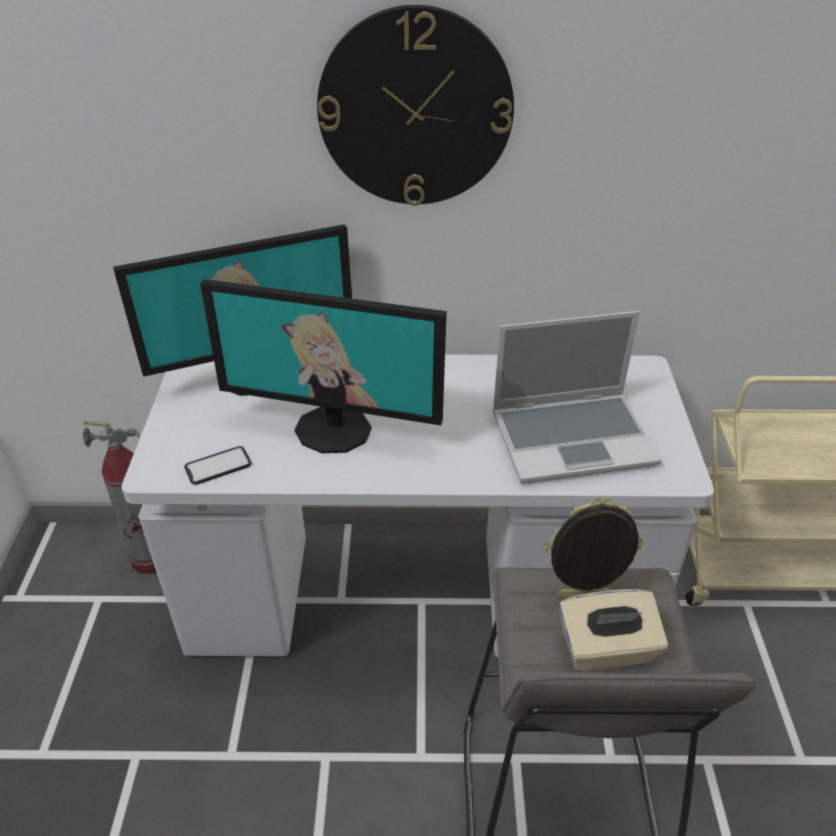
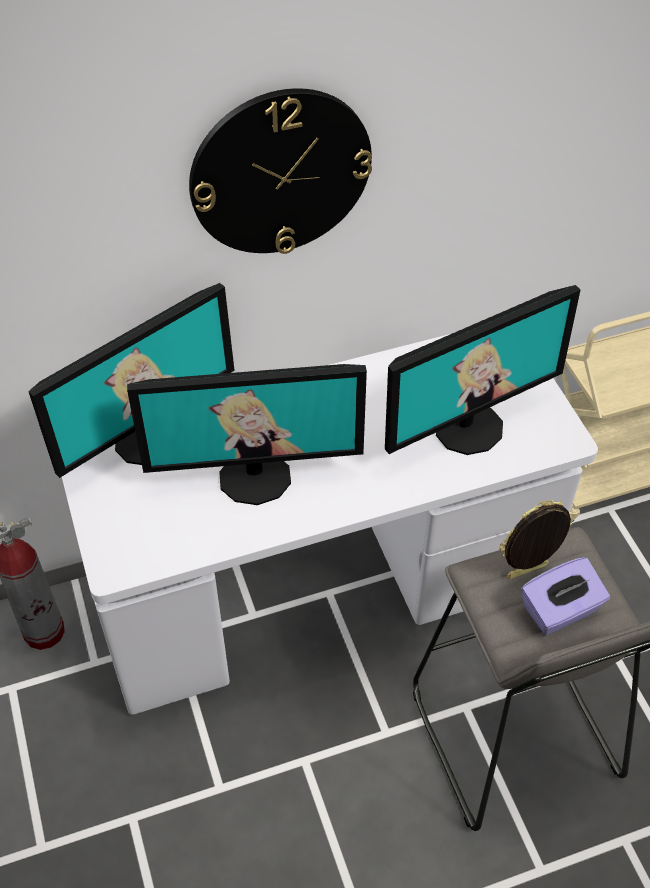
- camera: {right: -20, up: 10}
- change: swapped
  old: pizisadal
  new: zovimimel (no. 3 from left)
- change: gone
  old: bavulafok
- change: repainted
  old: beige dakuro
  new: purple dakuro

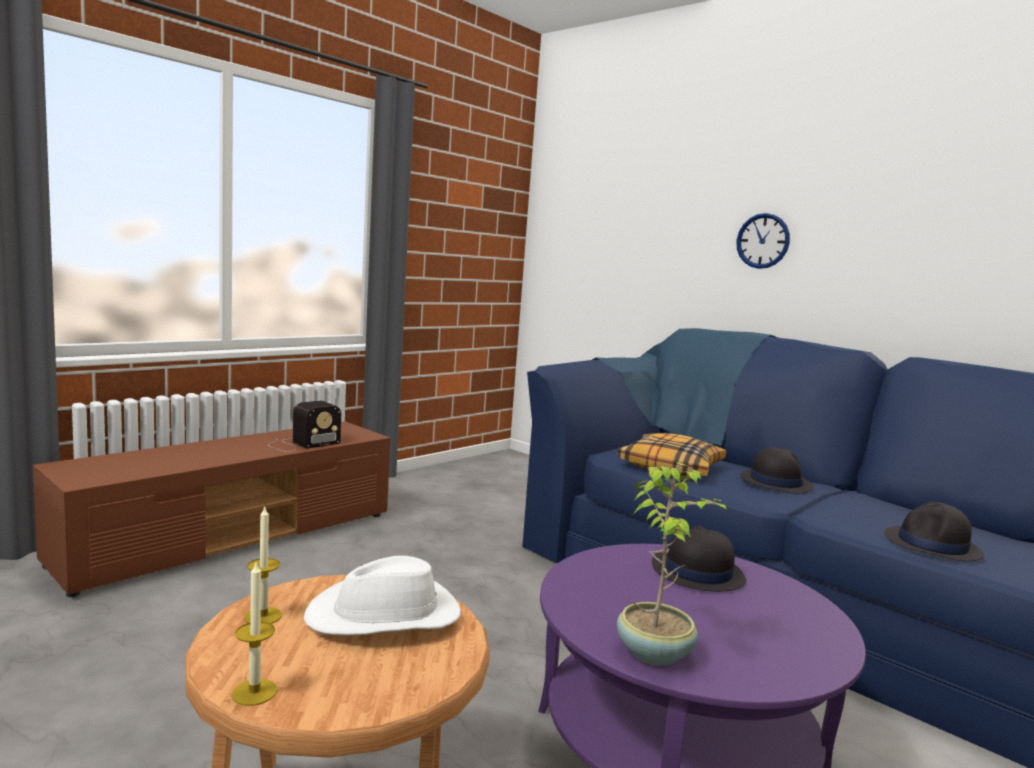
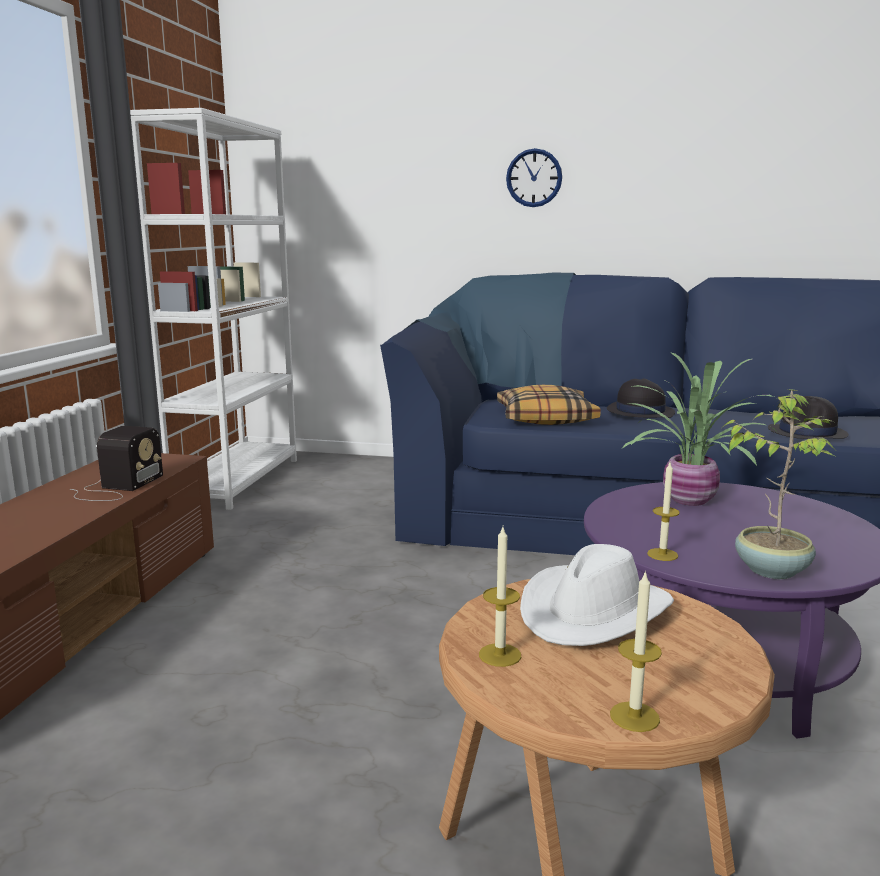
- camera: {right: -30, up: 5}
- change: swapped
  old: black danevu (no. 1 from left)
  new: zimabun (no. 1 from left)
- change: new
  new: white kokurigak
- change: new
  new: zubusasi (no. 3 from left)

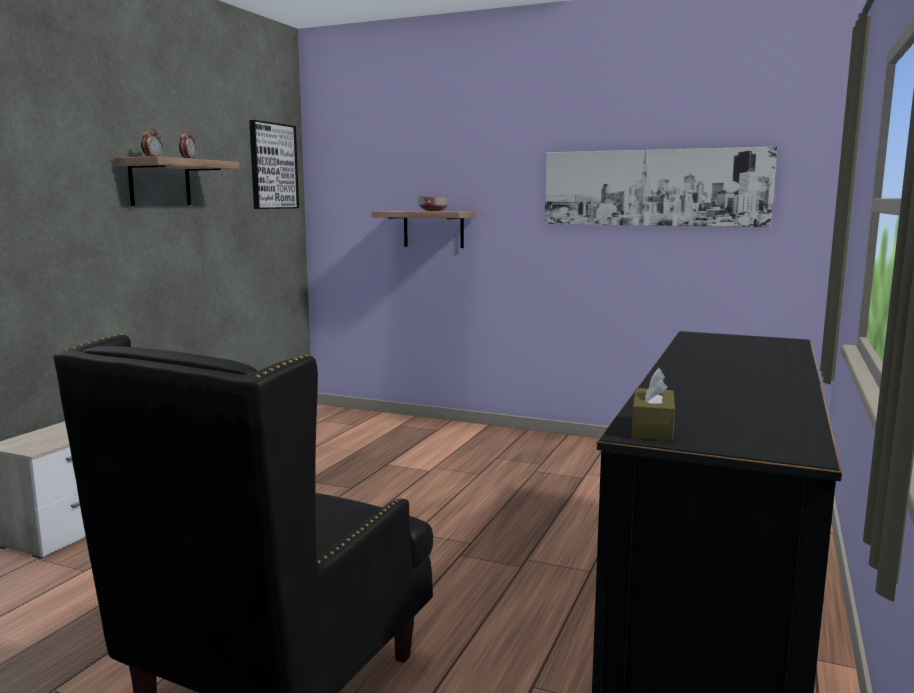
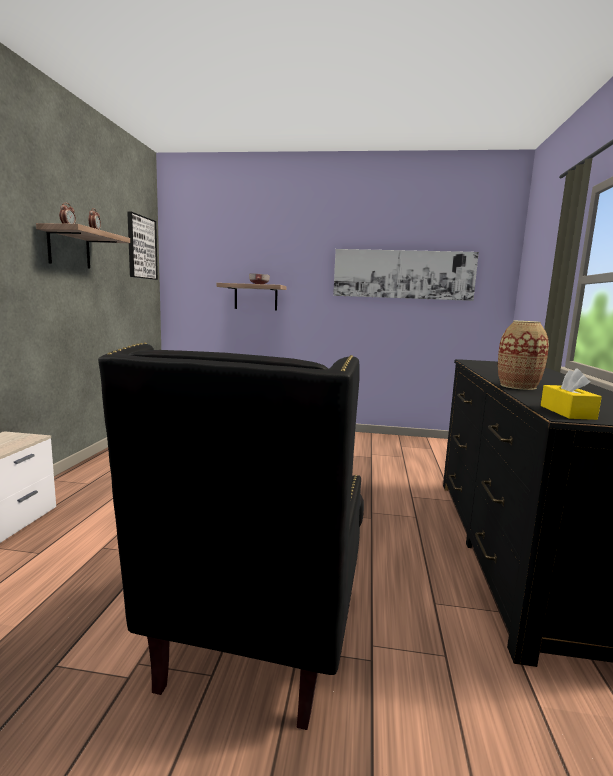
- camera: {right: -15, up: 0}
- change: repainted
  old: brown dakuro
  new: yellow dakuro
- change: new
  new: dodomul

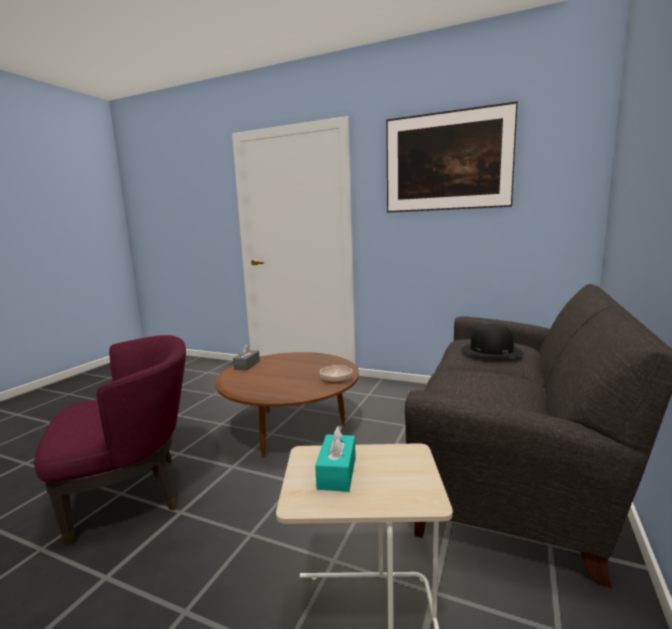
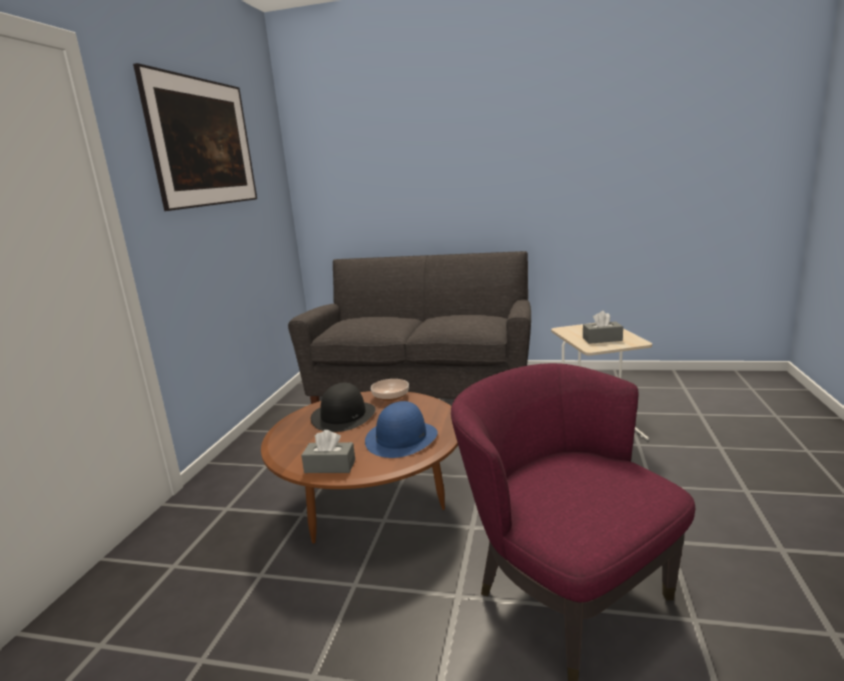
- camera: {right: -100, up: 5}
- change: shifted
  old: black danevu
- change: repainted
  old: turquoise dakuro
  new: grey dakuro (no. 2 from left)
- change: new
  new: blue danevu

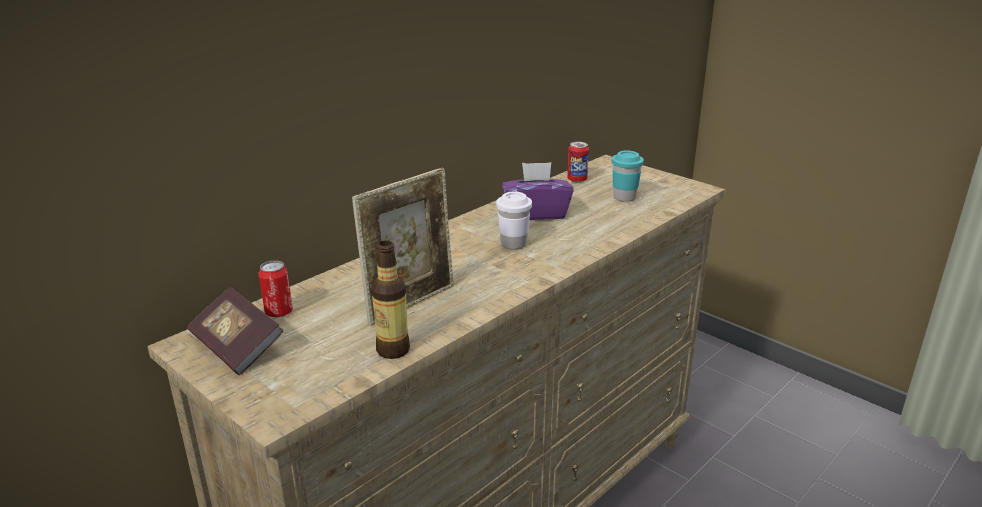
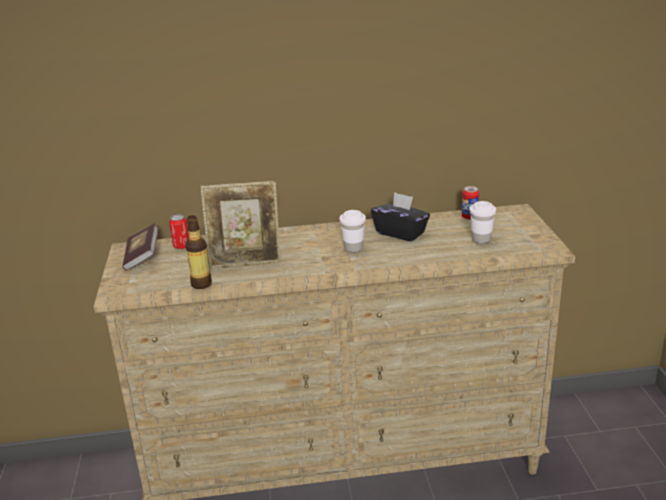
- camera: {right: 40, up: 0}
- change: repainted
  old: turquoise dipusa
  new: white dipusa (no. 2 from left)
- change: repainted
  old: purple dakuro
  new: black dakuro

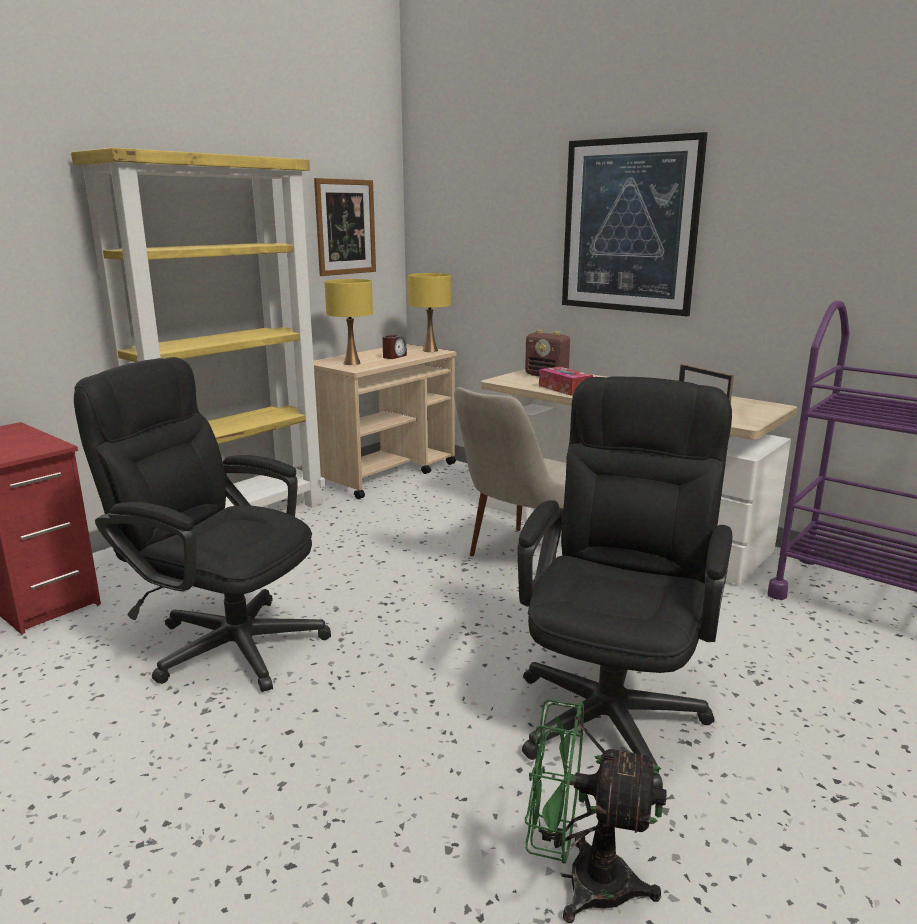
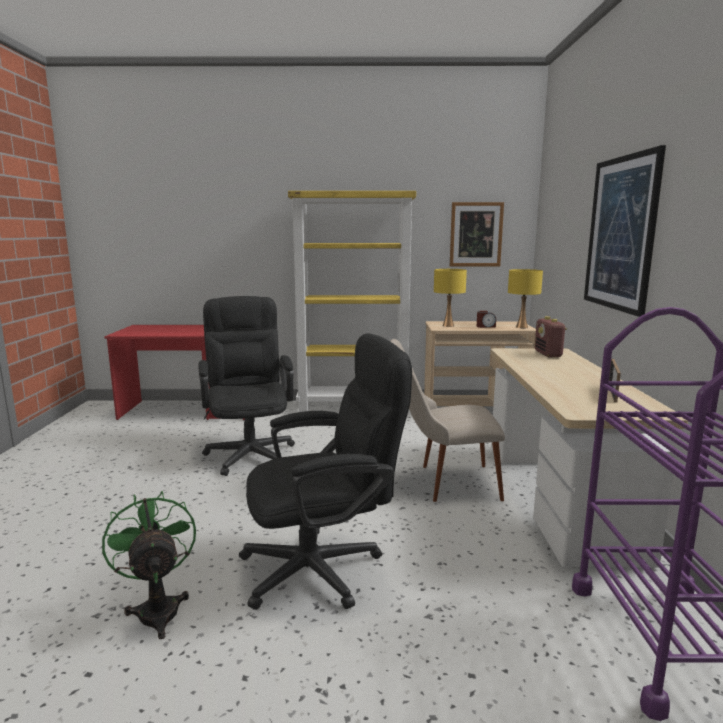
- camera: {right: 50, up: -5}
- change: gone
  old: dakuro

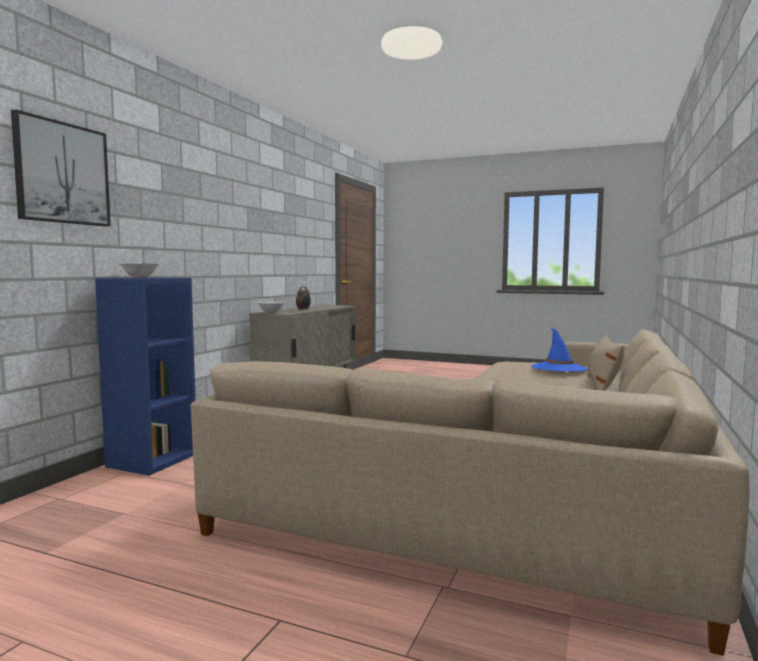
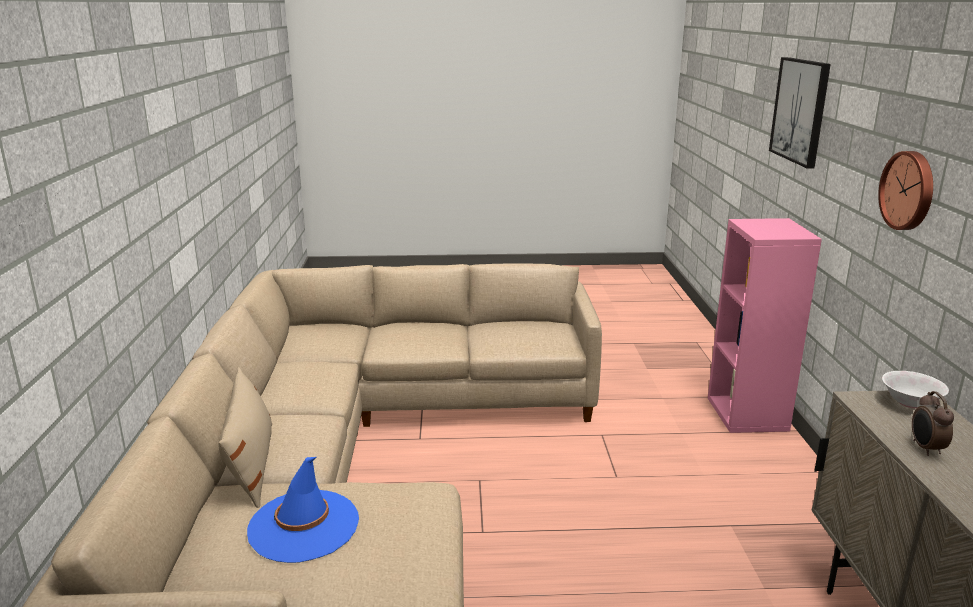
- camera: {right: 155, up: 15}
- change: gone
  old: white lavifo (no. 1 from left)
- change: repainted
  old: blue kokurigak
  new: pink kokurigak
- change: new
  new: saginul

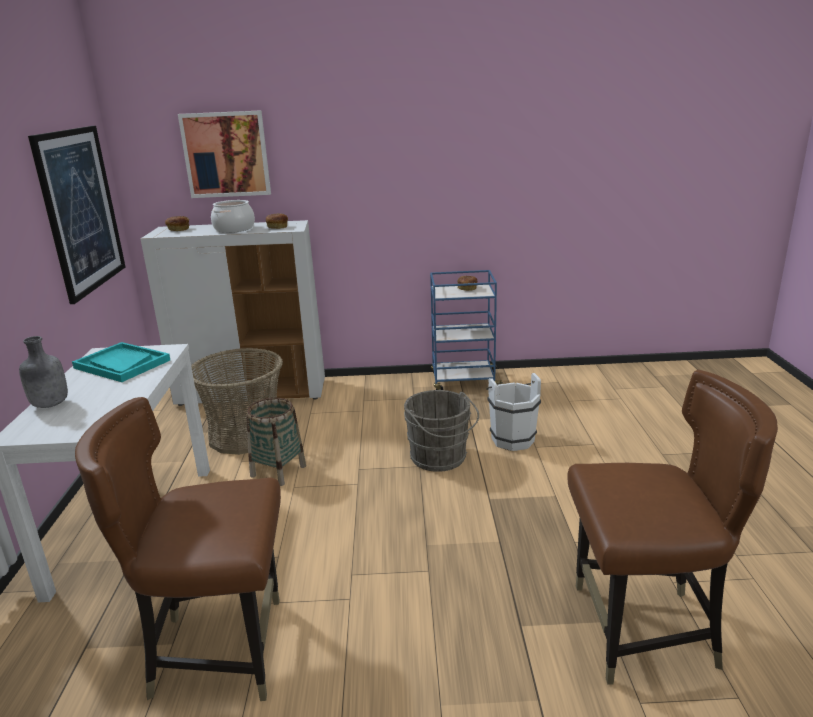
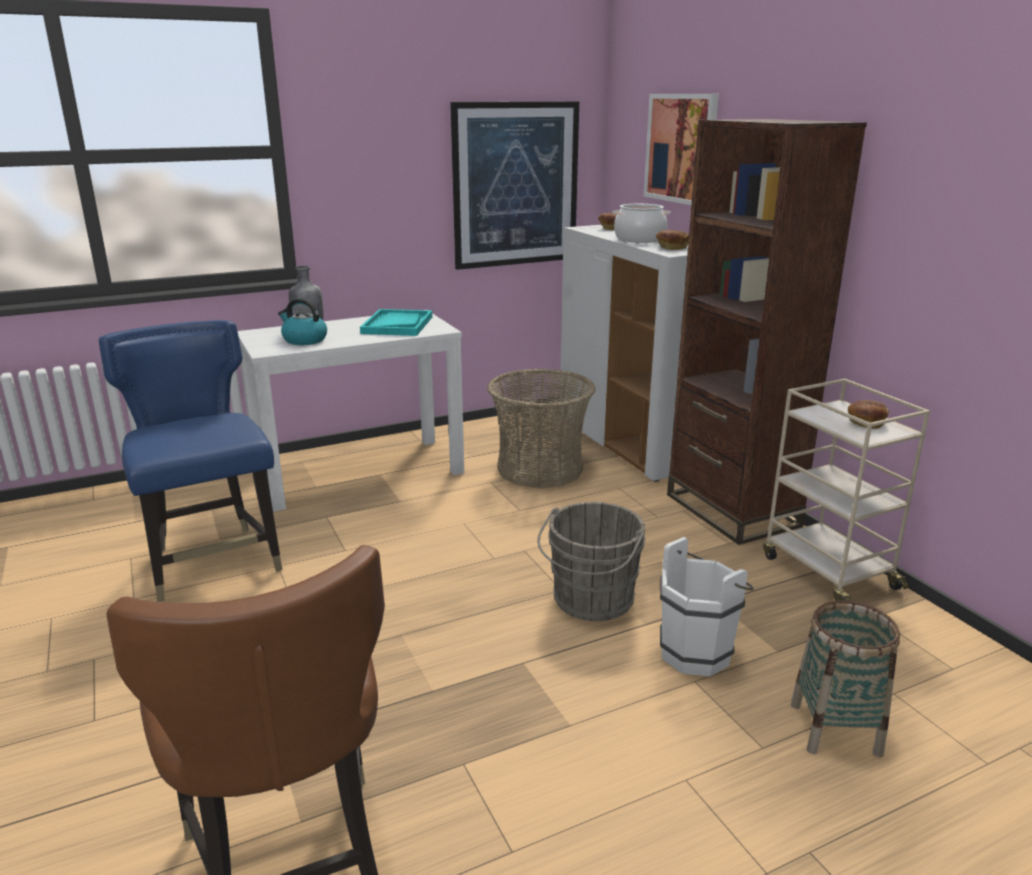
- camera: {right: 65, up: 0}
- change: repainted
  old: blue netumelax
  new: beige netumelax
- change: repainted
  old: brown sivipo (no. 1 from left)
  new: blue sivipo
- change: shifted
  old: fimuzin (no. 2 from left)
- change: new
  new: brown kokurigak
- change: new
  new: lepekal

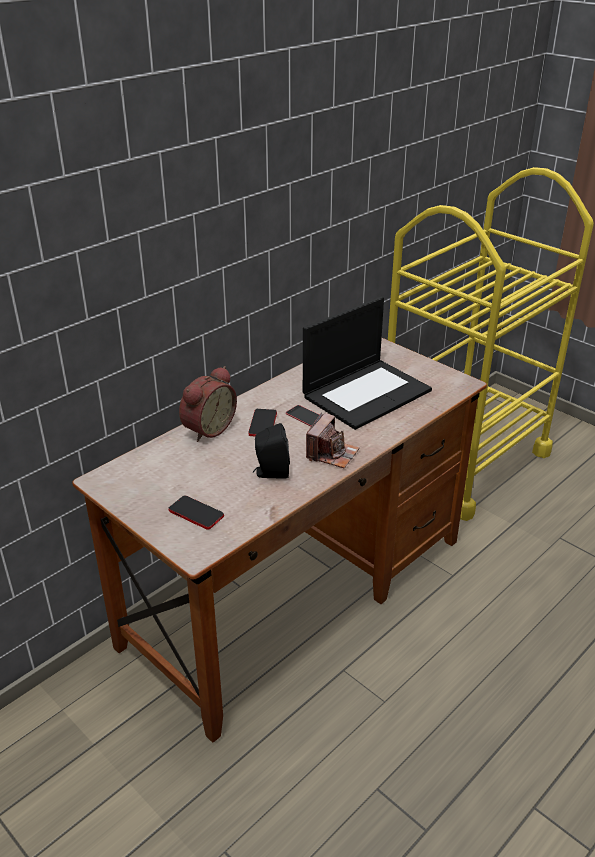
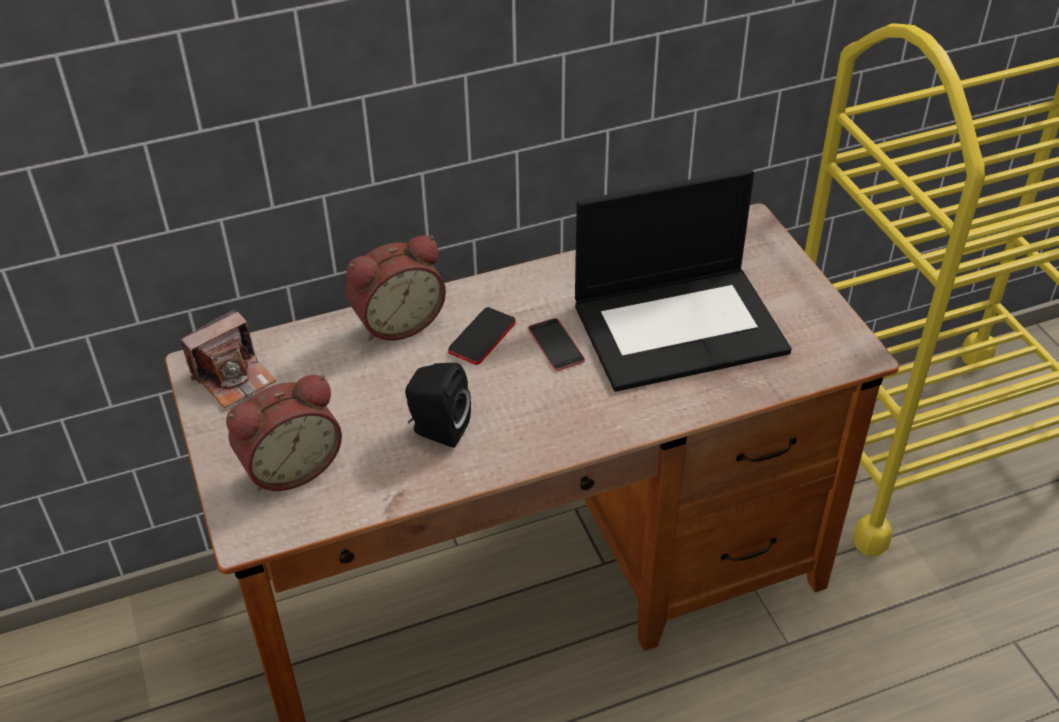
- camera: {right: 25, up: 10}
- change: shifted
  old: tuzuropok
- change: swapped
  old: bavulafok (no. 1 from left)
  new: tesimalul (no. 1 from left)

